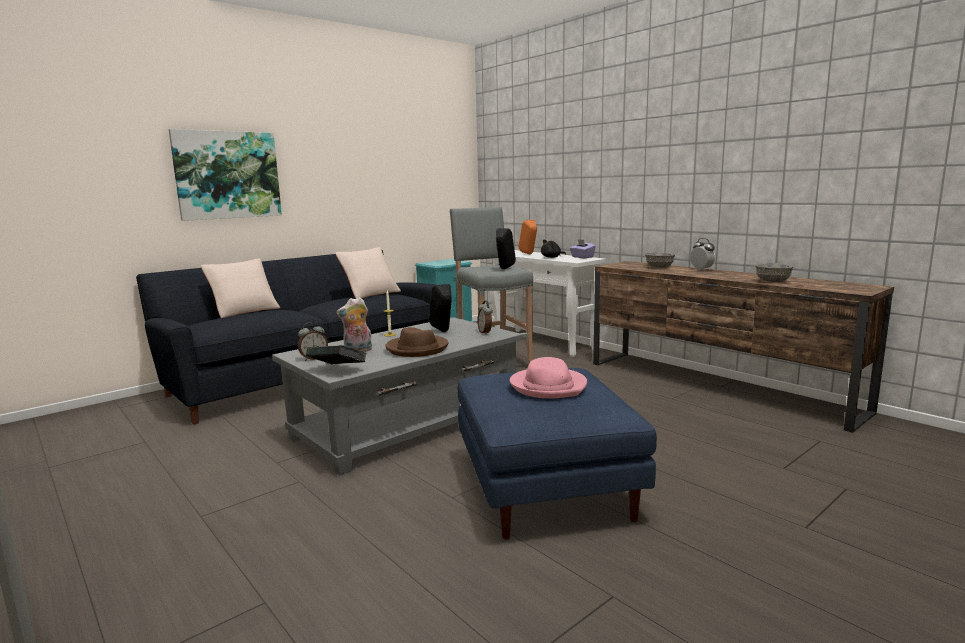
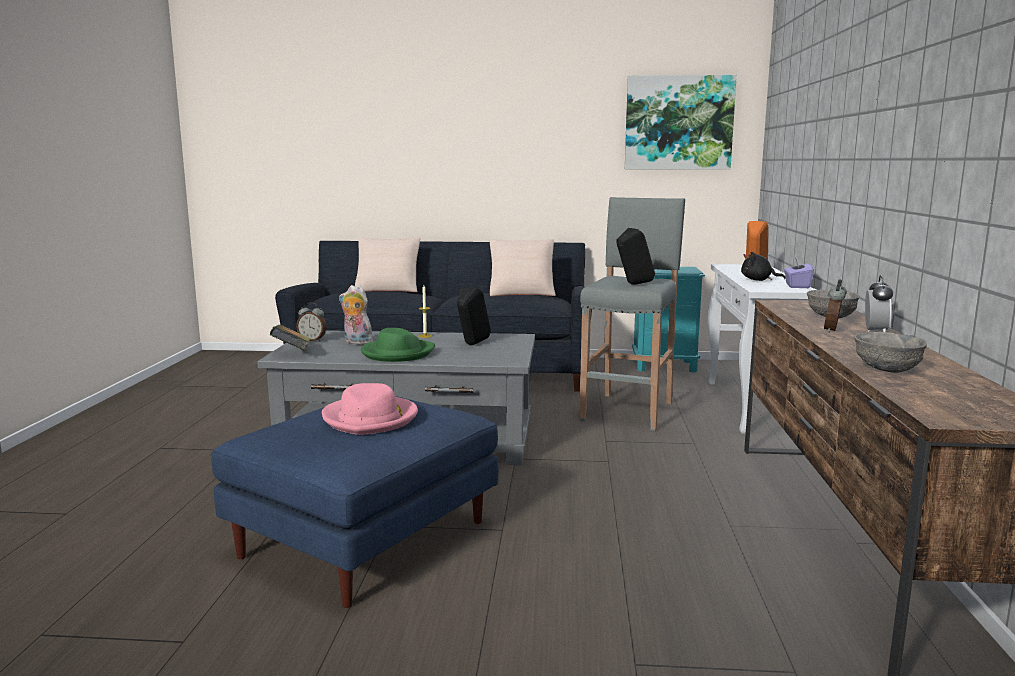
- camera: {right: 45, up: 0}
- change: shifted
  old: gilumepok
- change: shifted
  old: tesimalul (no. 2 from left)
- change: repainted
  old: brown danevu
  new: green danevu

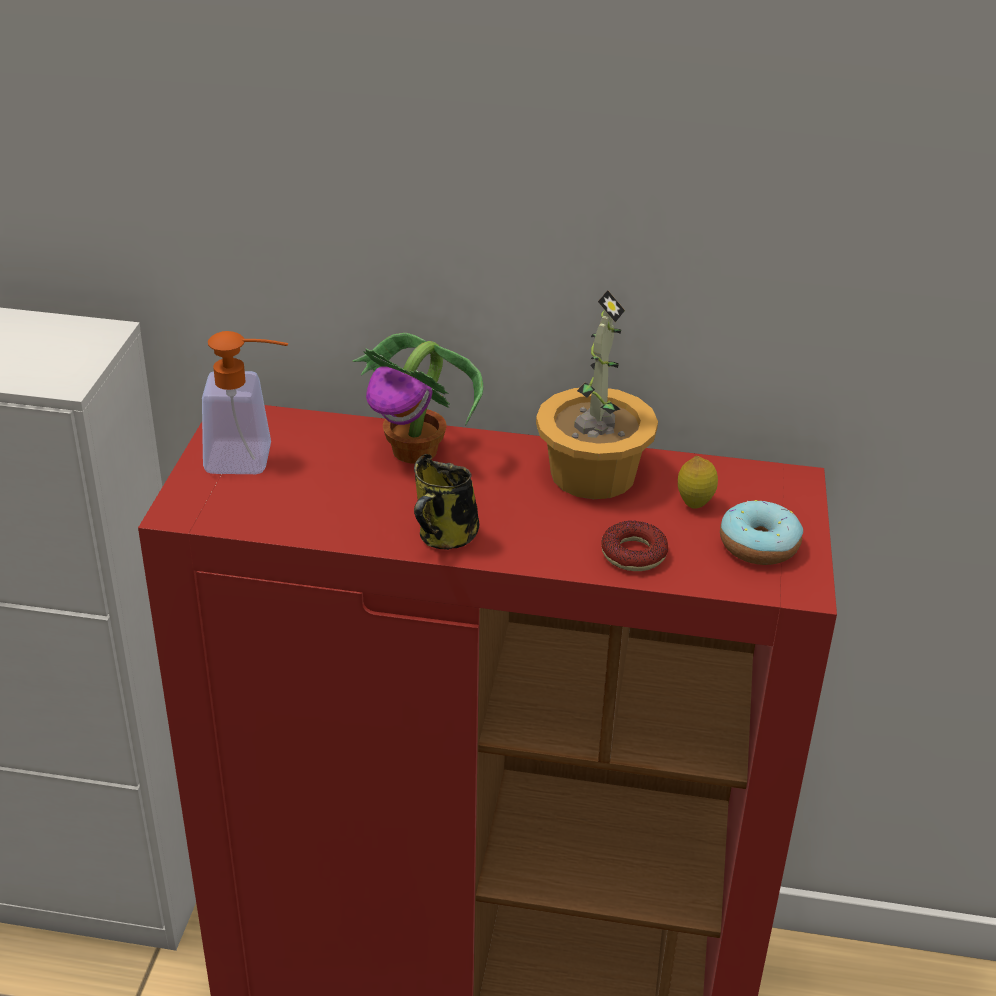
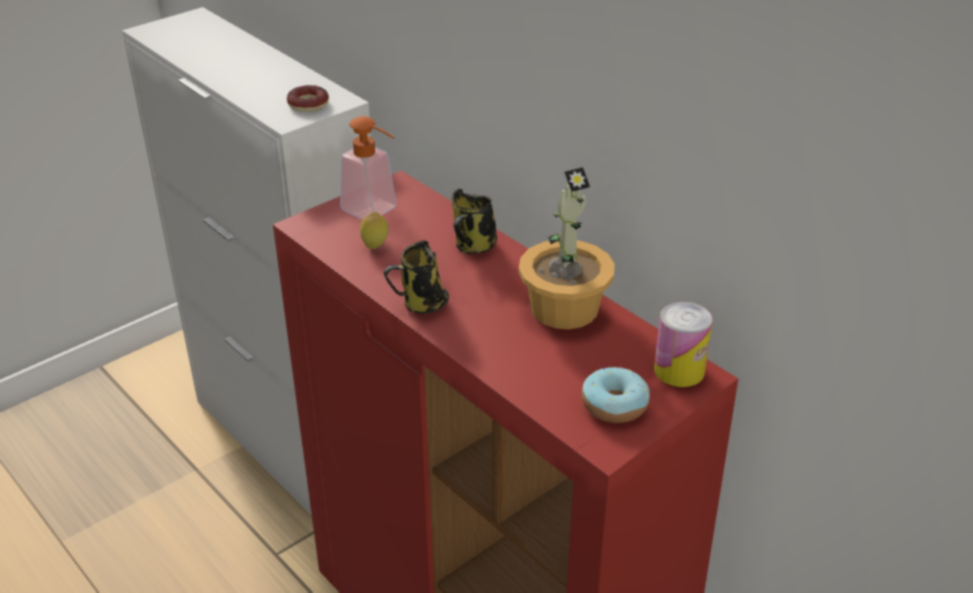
- camera: {right: 40, up: 0}
- change: swapped
  old: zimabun (no. 1 from left)
  new: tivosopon (no. 2 from left)
- change: shifted
  old: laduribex
- change: shifted
  old: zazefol (no. 1 from left)
- change: new
  new: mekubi

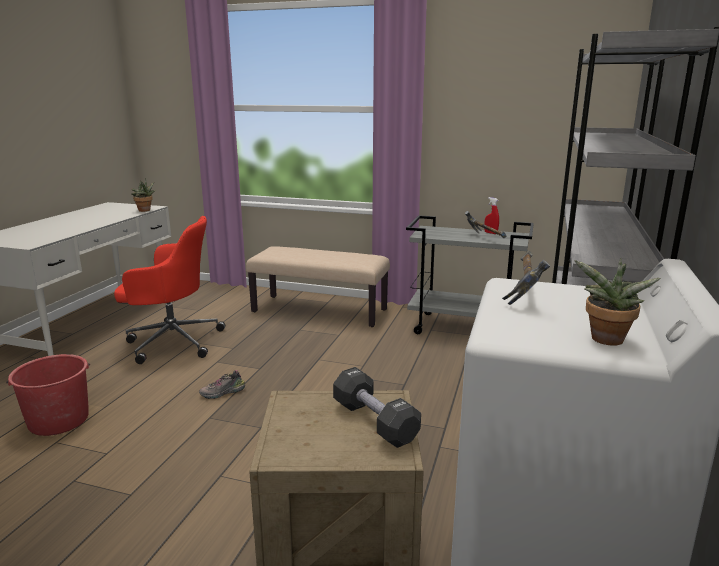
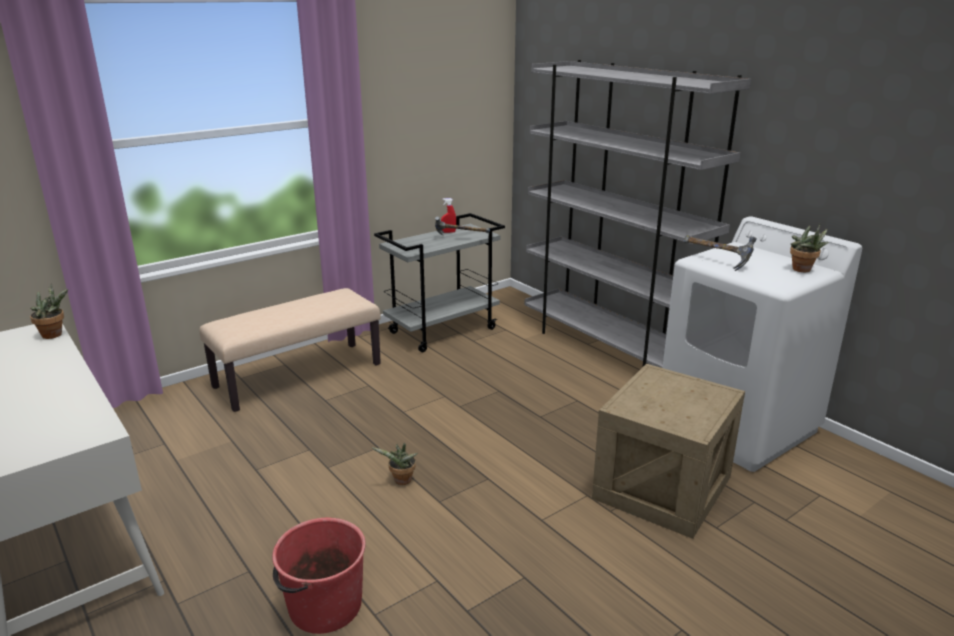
- camera: {right: -55, up: 5}
- change: gone
  old: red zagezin
- change: gone
  old: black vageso
- change: swapped
  old: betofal
  new: zimabun (no. 2 from left)

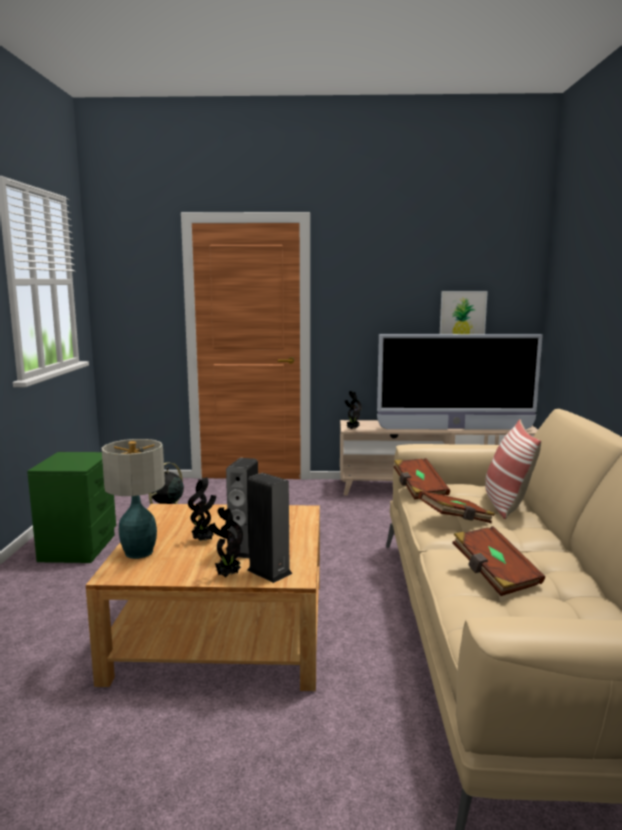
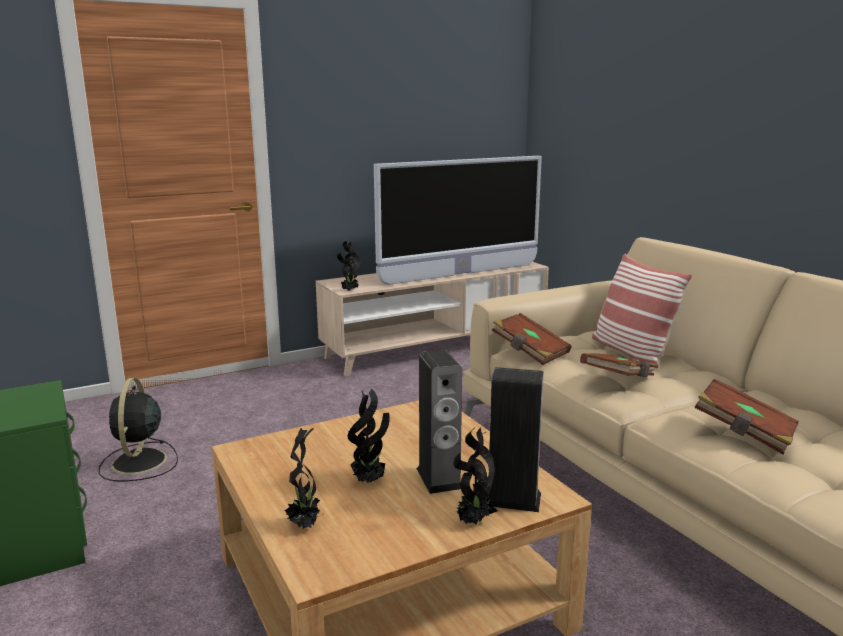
- camera: {right: -30, up: 5}
- change: gone
  old: gilumepok
- change: swapped
  old: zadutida
  new: zimabun (no. 1 from left)

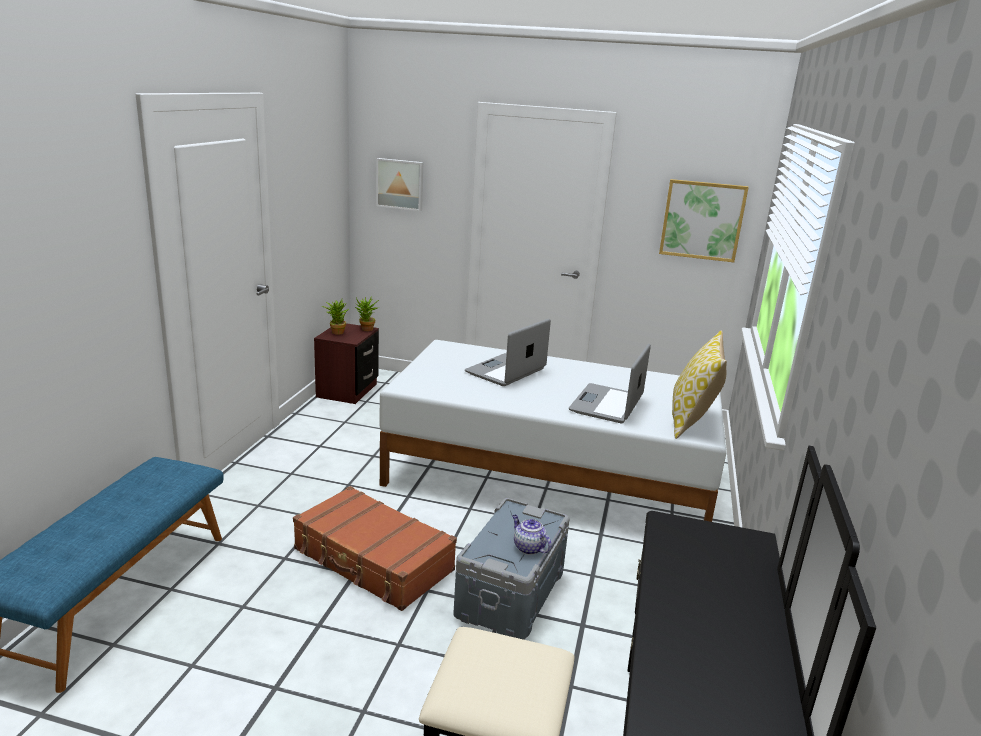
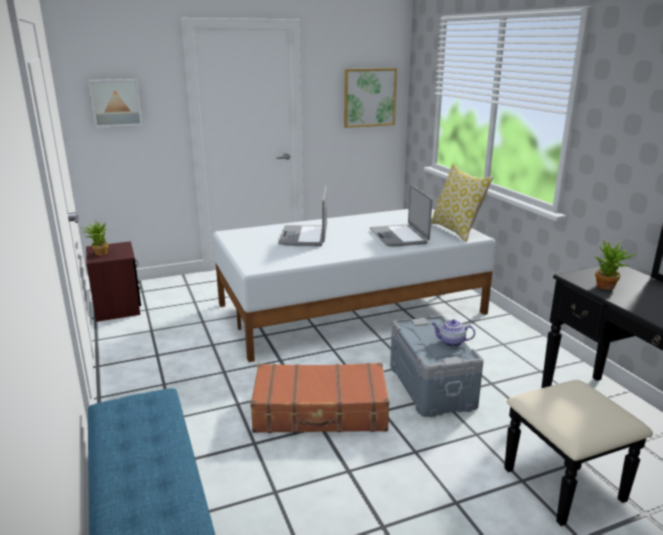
- camera: {right: -35, up: 0}
- change: shifted
  old: zimabun (no. 2 from left)

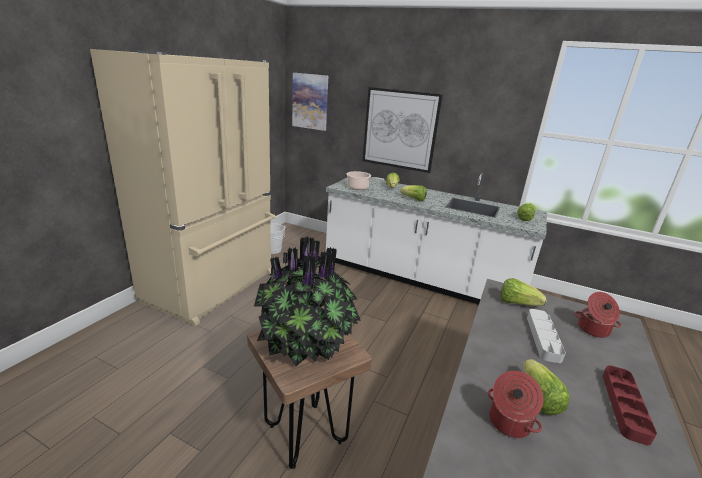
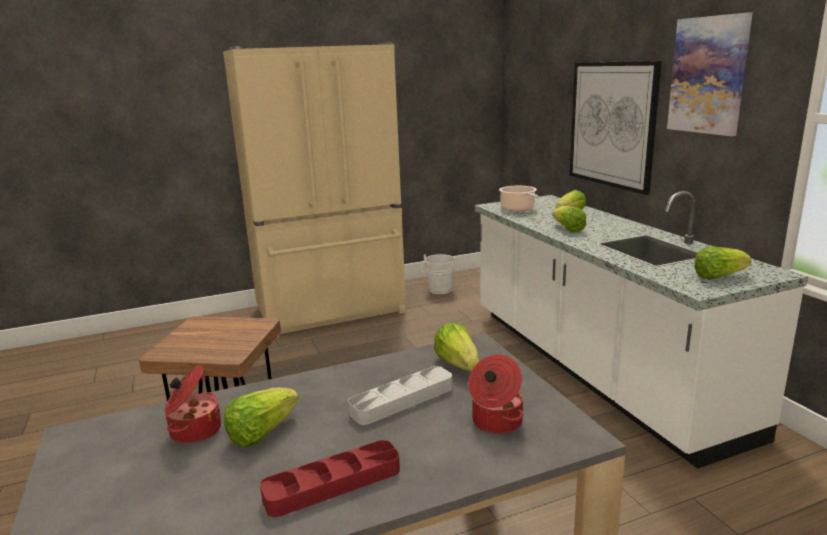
- camera: {right: 45, up: -5}
- change: shifted
  old: gilumepok (no. 1 from left in the first image)
  new: gilumepok (no. 2 from left)
- change: gone
  old: zimabun

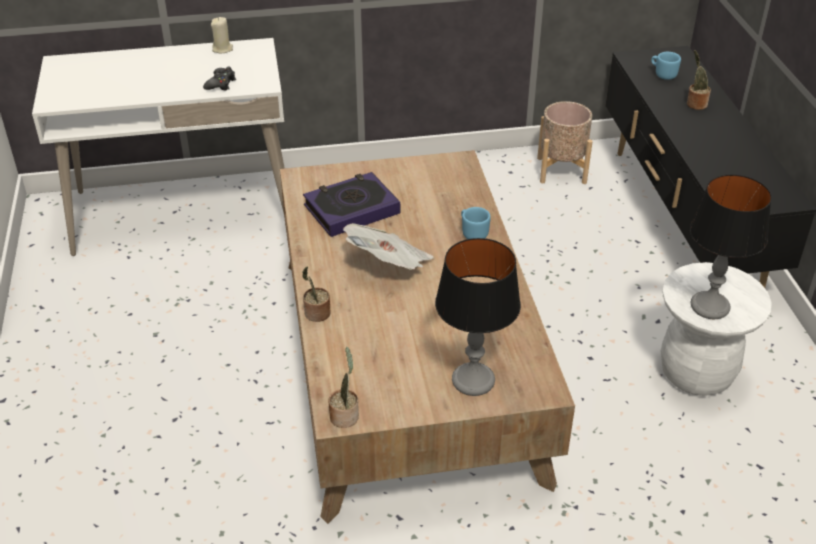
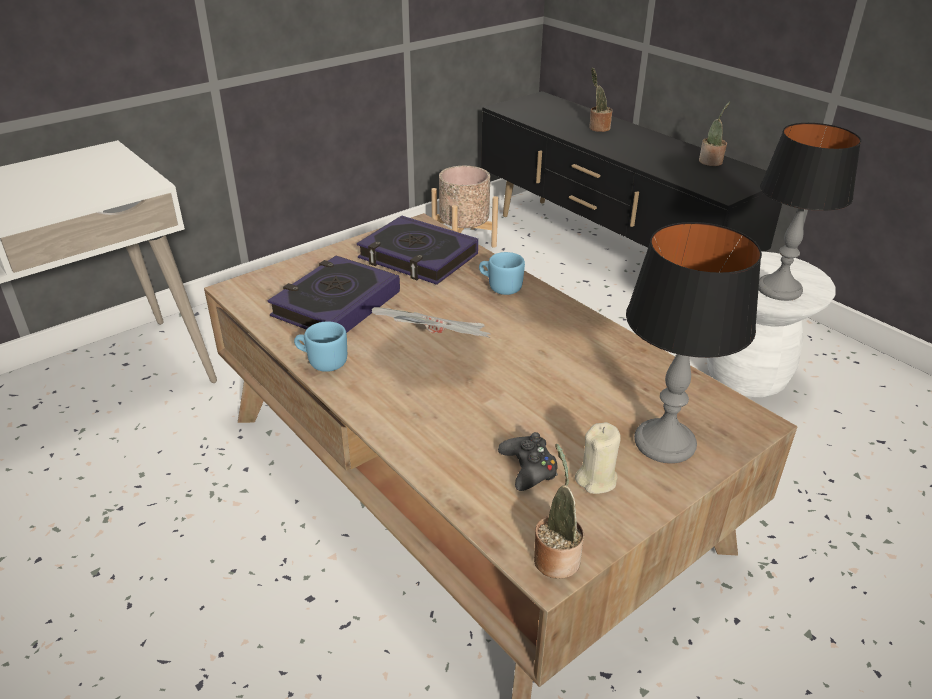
- camera: {right: -30, up: -5}
- change: shifted
  old: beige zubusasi
- change: shifted
  old: blue tivosopon (no. 2 from left in the first image)
  new: blue tivosopon (no. 1 from left)
- change: shifted
  old: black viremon
- change: shifted
  old: zimabun (no. 1 from left in the first image)
  new: zimabun (no. 3 from left)
- change: new
  new: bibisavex (no. 2 from left)

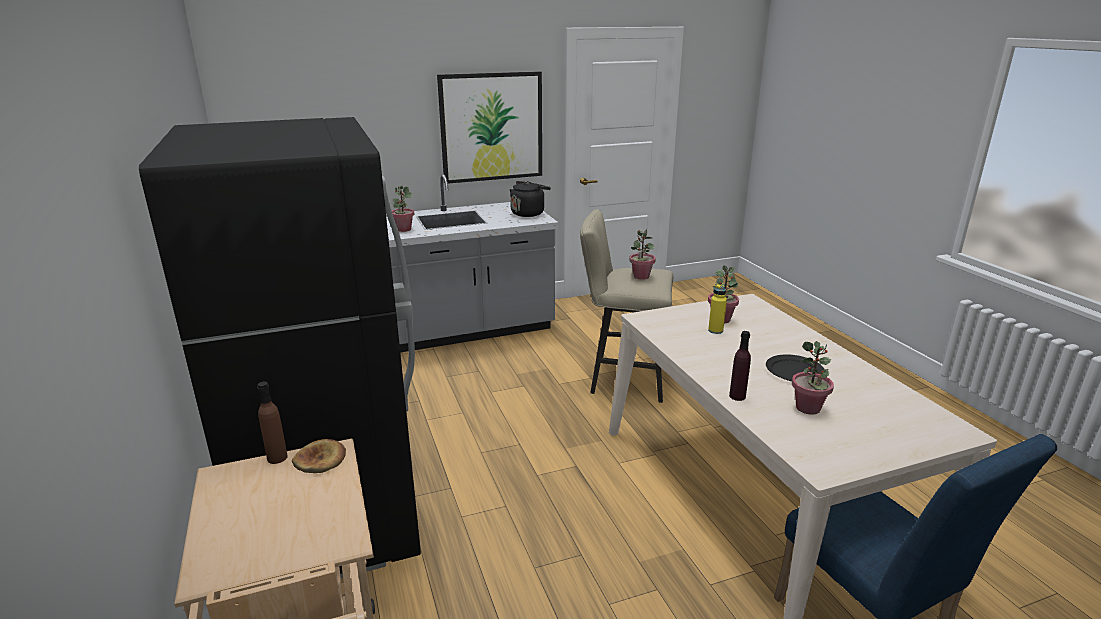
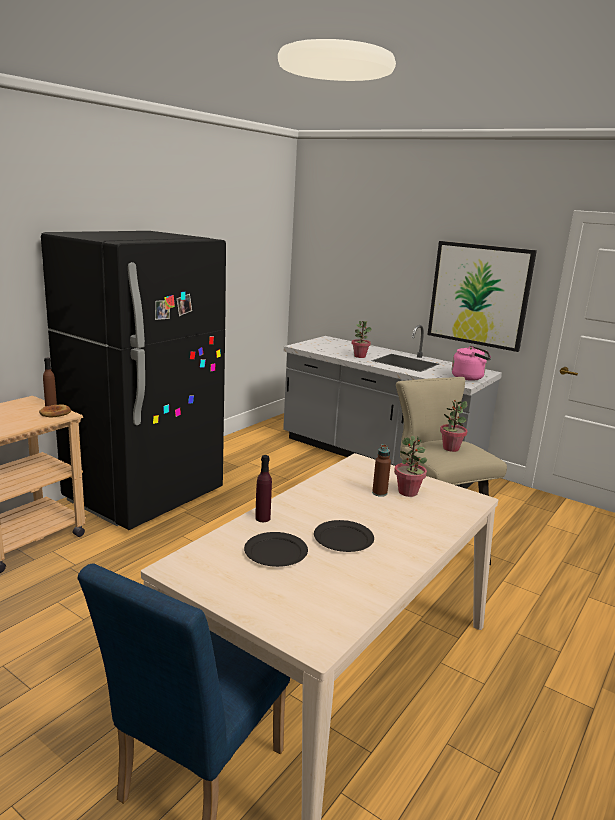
- camera: {right: 55, up: -5}
- change: repainted
  old: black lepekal
  new: pink lepekal
- change: repainted
  old: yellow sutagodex
  new: brown sutagodex (no. 2 from left)
- change: swapped
  old: zimabun (no. 4 from left)
  new: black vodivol (no. 1 from left)

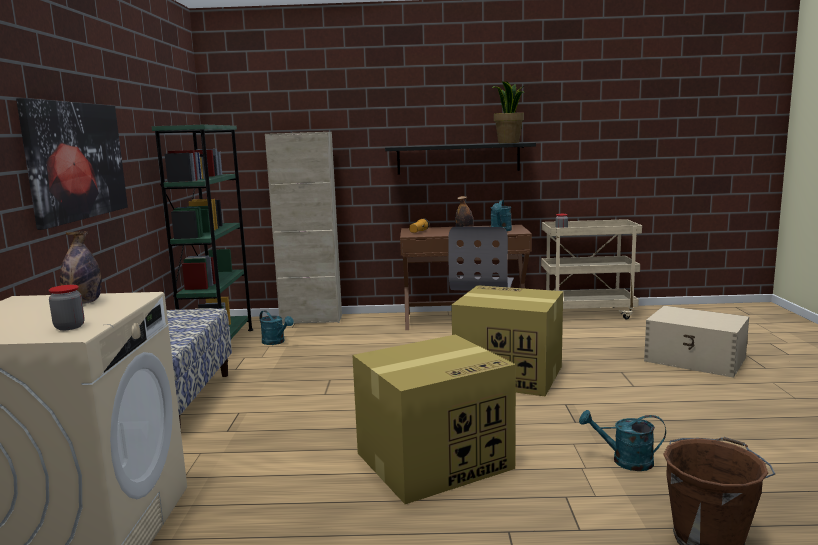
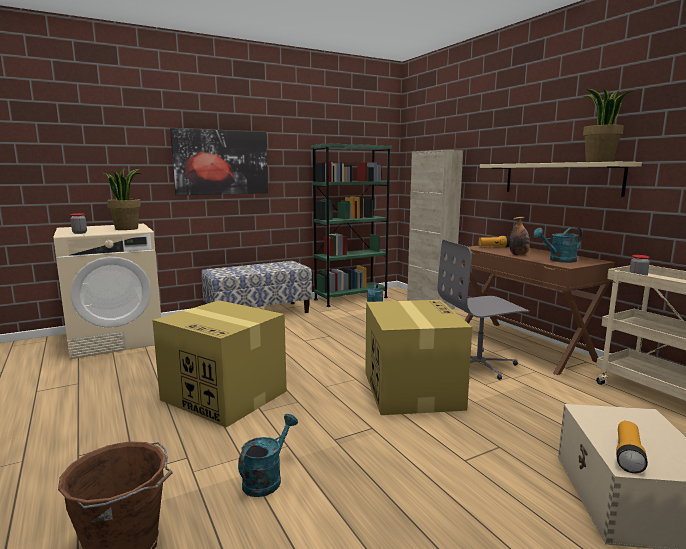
- camera: {right: 60, up: 0}
- change: repainted
  old: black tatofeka
  new: beige tatofeka
- change: swapped
  old: sutagodex (no. 1 from left)
  new: zimabun (no. 1 from left)
- change: rotated
  old: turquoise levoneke (no. 3 from left in the first image)
  degrees: 45
- change: new
  new: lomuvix (no. 2 from left)

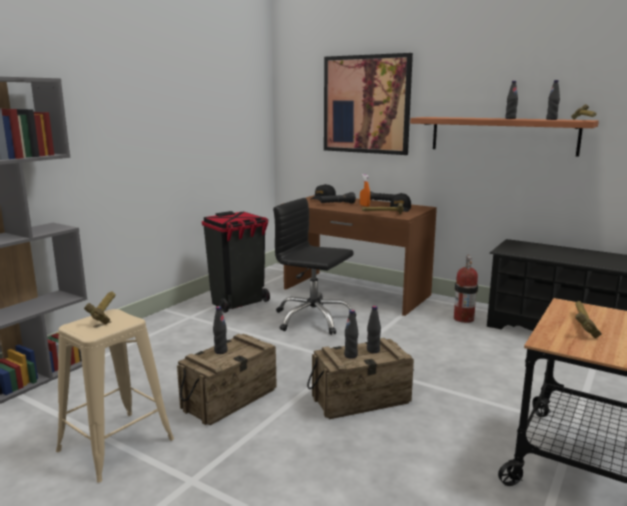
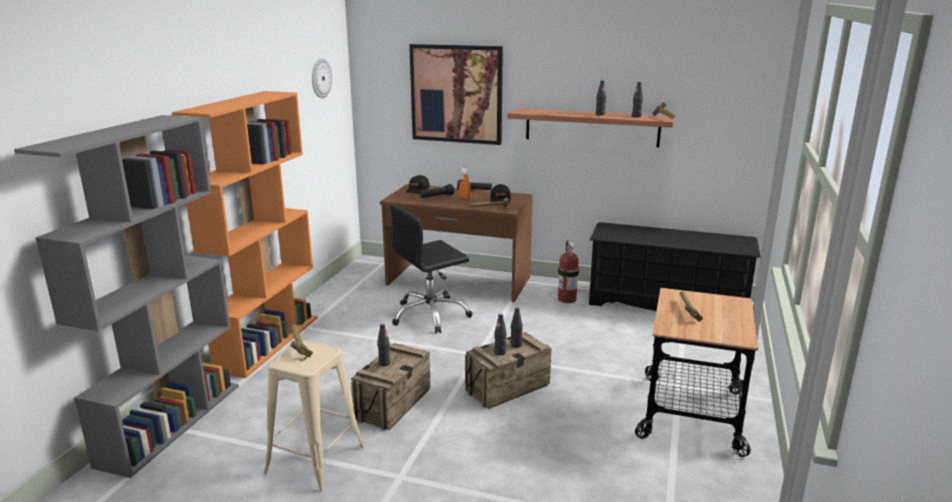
- camera: {right: -15, up: 5}
- change: rotated
  old: black zagezin
  degrees: -45
- change: gone
  old: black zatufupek
- change: new
  new: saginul
- change: new
  new: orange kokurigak

